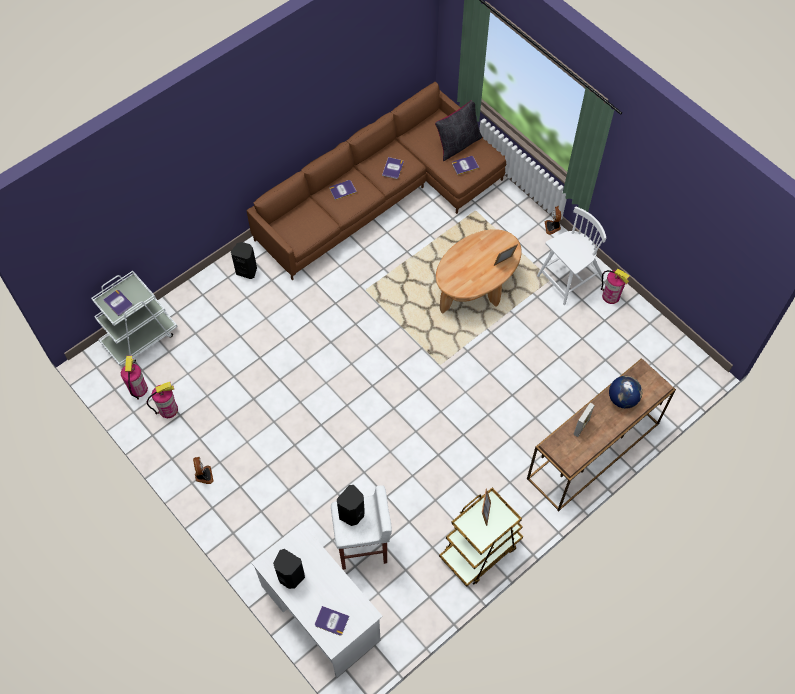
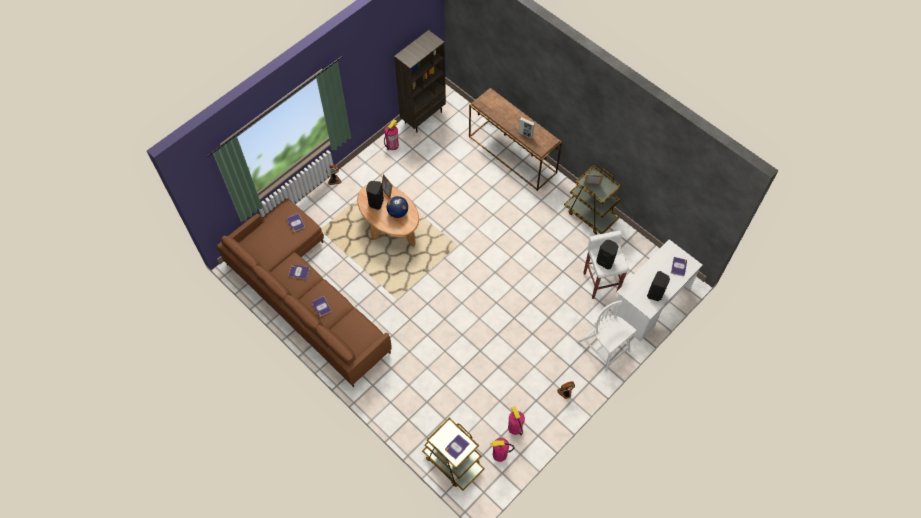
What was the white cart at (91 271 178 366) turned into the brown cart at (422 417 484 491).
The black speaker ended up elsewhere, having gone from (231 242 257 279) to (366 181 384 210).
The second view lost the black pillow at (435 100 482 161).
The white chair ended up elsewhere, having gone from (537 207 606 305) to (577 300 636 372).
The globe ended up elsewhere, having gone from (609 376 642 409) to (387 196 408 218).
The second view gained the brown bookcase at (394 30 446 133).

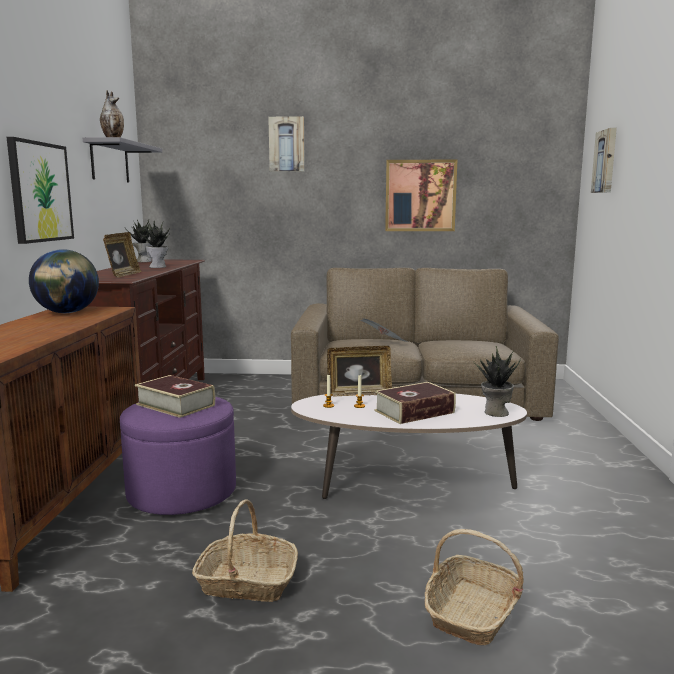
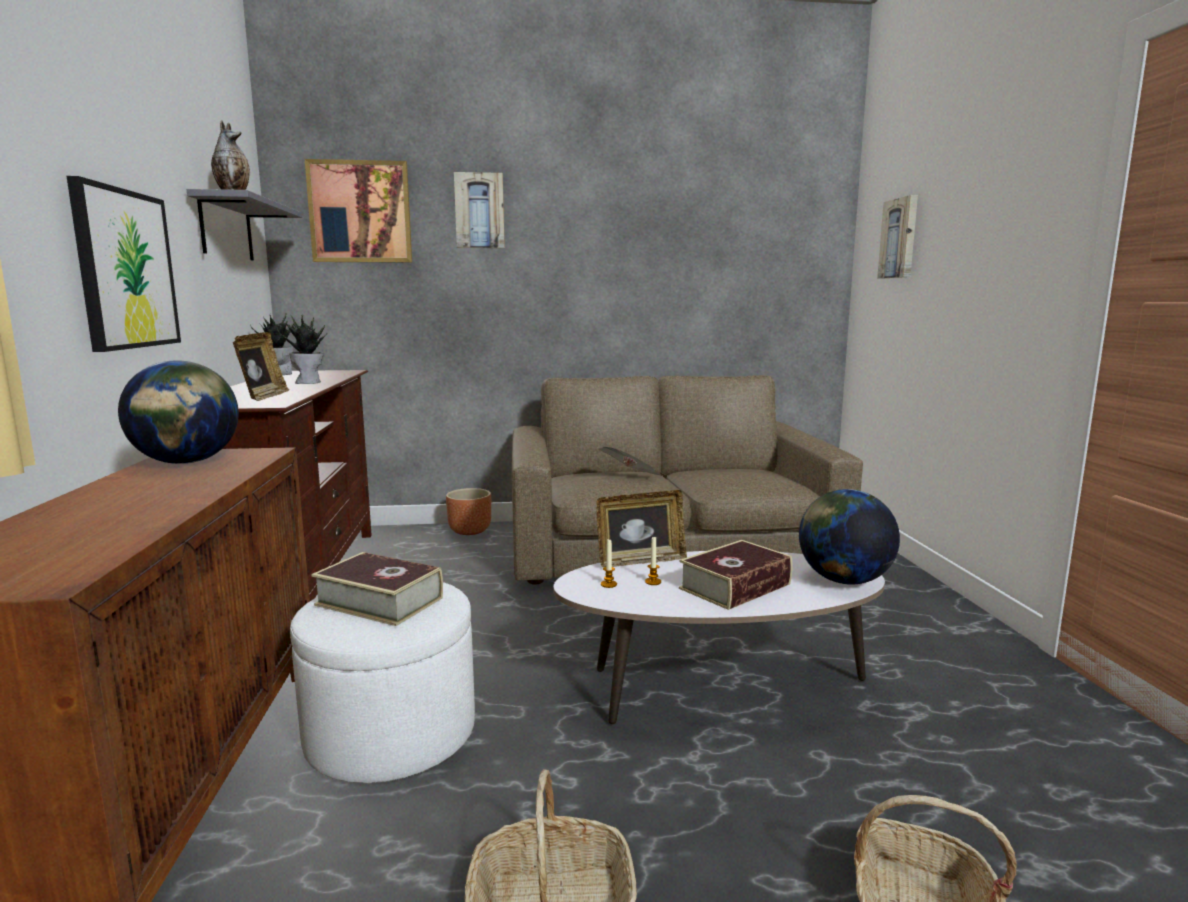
What was the purple ottoman at (120 397 236 515) turned into the white ottoman at (290 582 475 783).
The picture ended up elsewhere, having gone from (385 160 457 231) to (305 159 412 263).
Where the potted plant stood at (473 346 521 417), the globe came to stand at (799 489 900 585).
The second view gained the brown planter at (446 488 491 535).

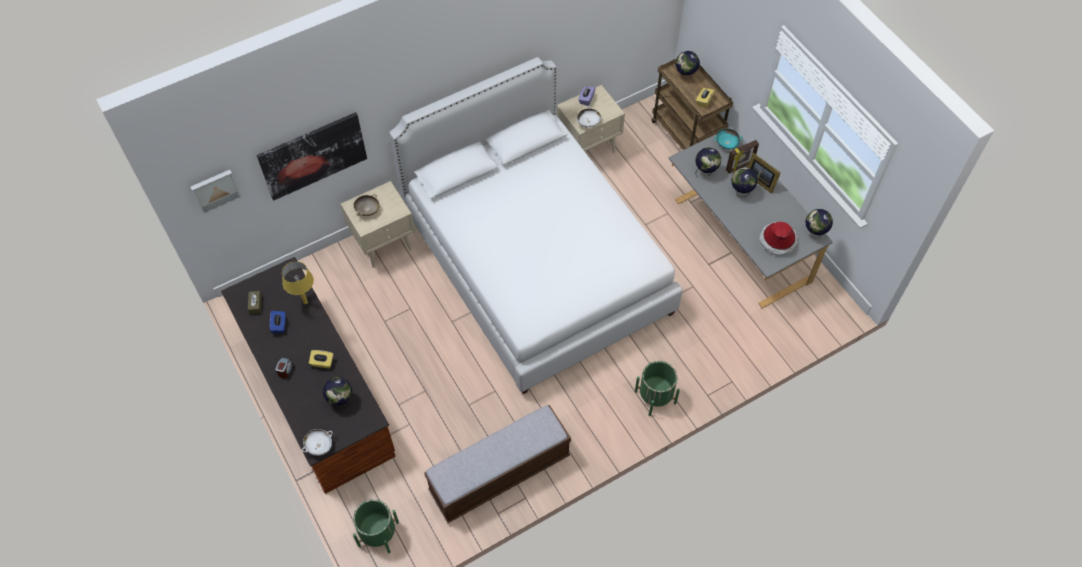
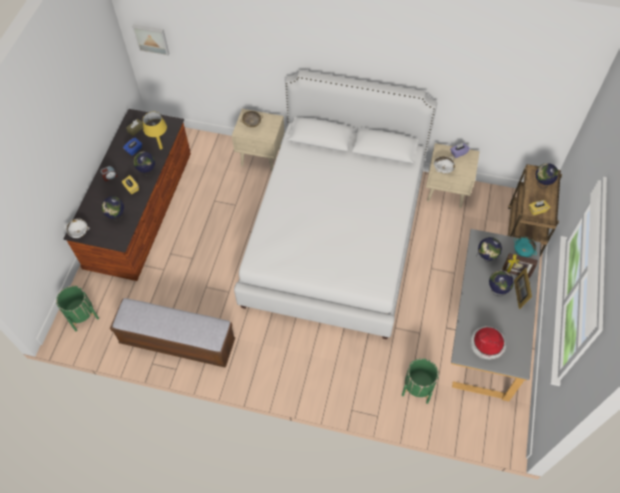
The second view lost the picture at (257 112 367 201).
The green planter ended up elsewhere, having gone from (635 361 680 416) to (402 358 439 404).
The globe ended up elsewhere, having gone from (805 209 833 239) to (133 152 155 176).

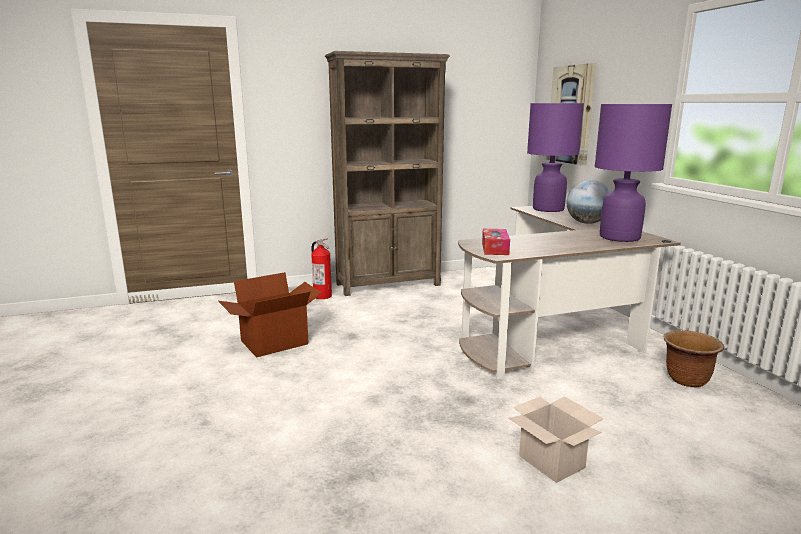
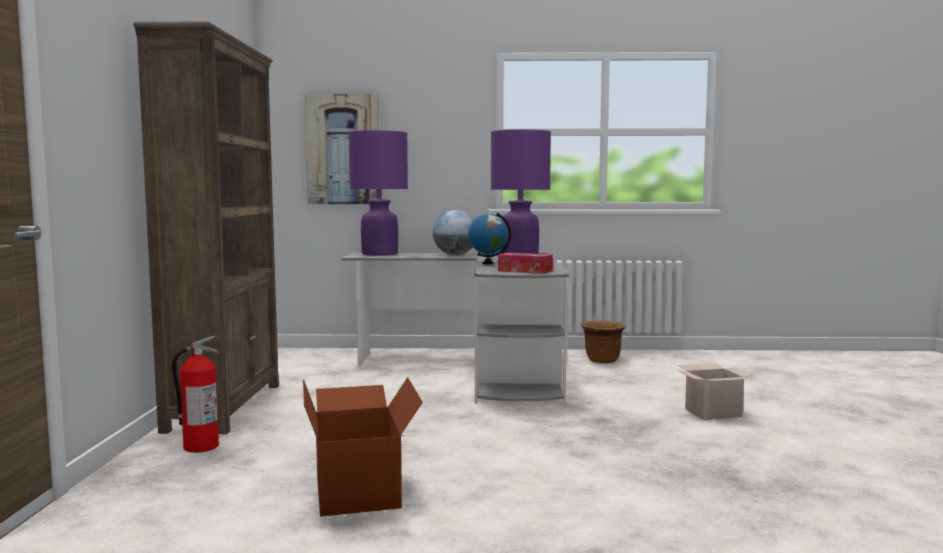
What was the brown desk at (458 206 681 379) turned into the grey desk at (341 253 569 405).
The second view gained the globe at (468 213 511 264).

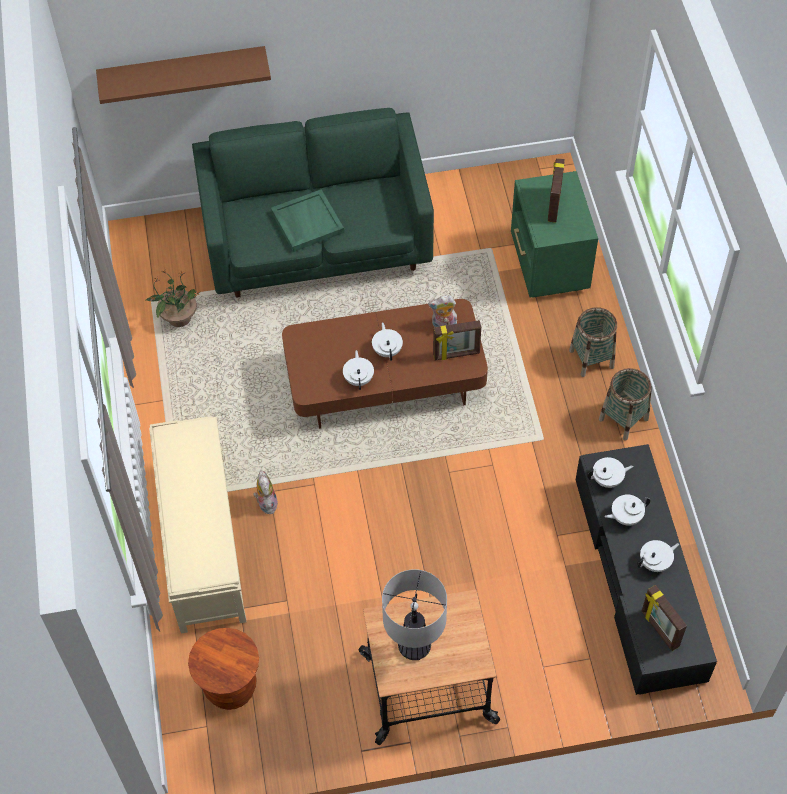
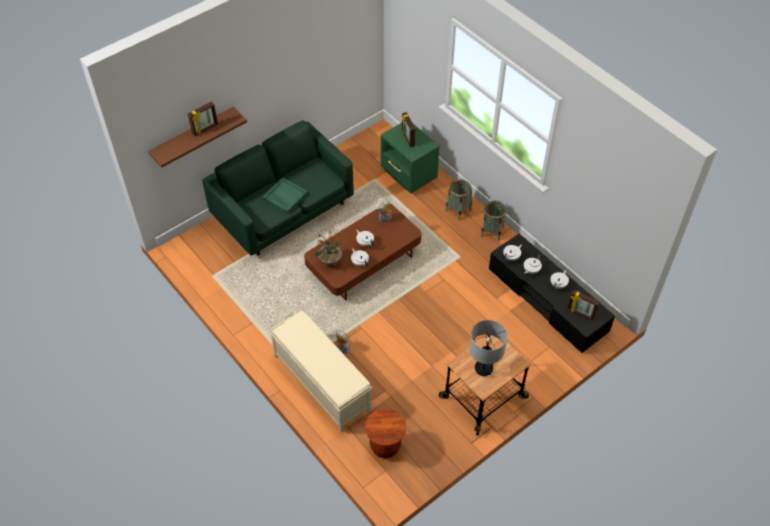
The potted plant ended up elsewhere, having gone from (146 268 200 327) to (313 231 345 268).
The picture frame ended up elsewhere, having gone from (433 320 481 360) to (188 101 218 136).

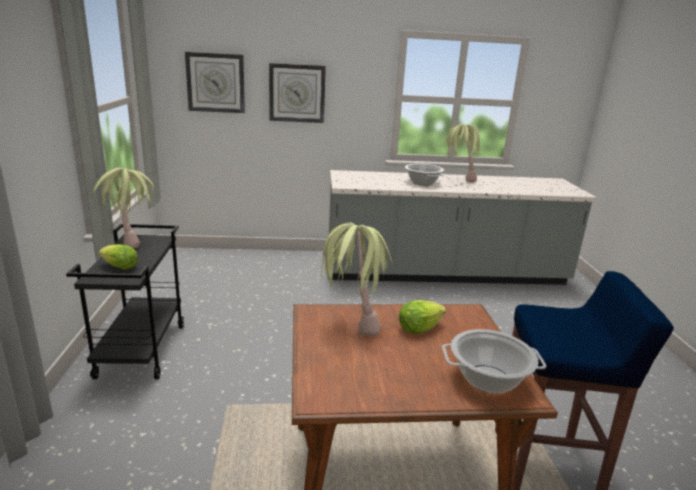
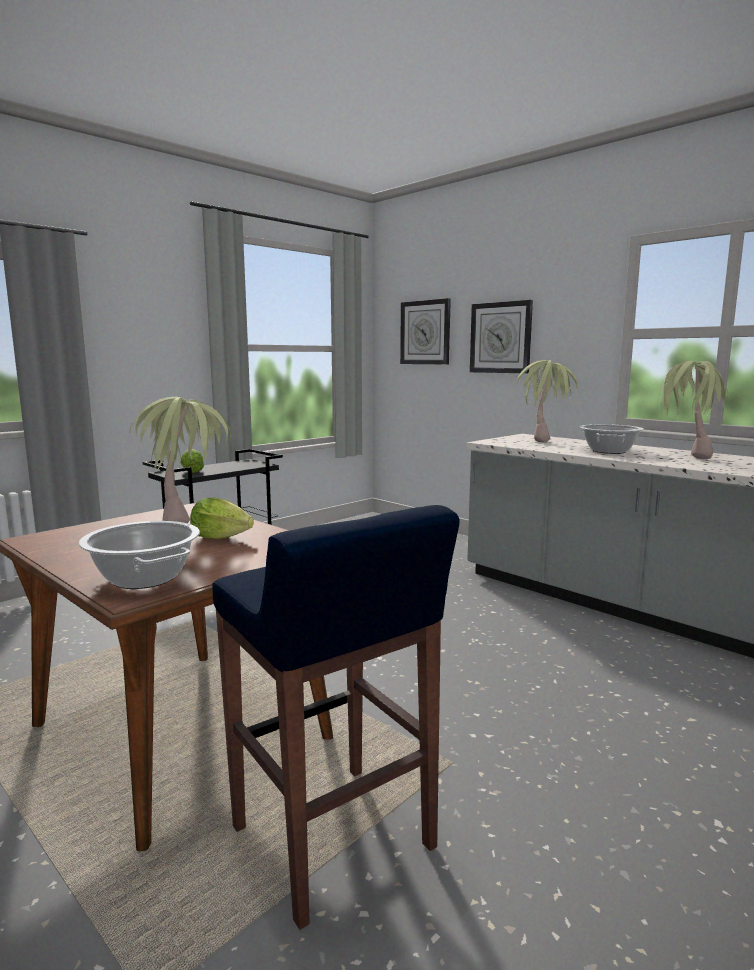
The potted plant ended up elsewhere, having gone from (93 167 154 248) to (516 360 578 443).

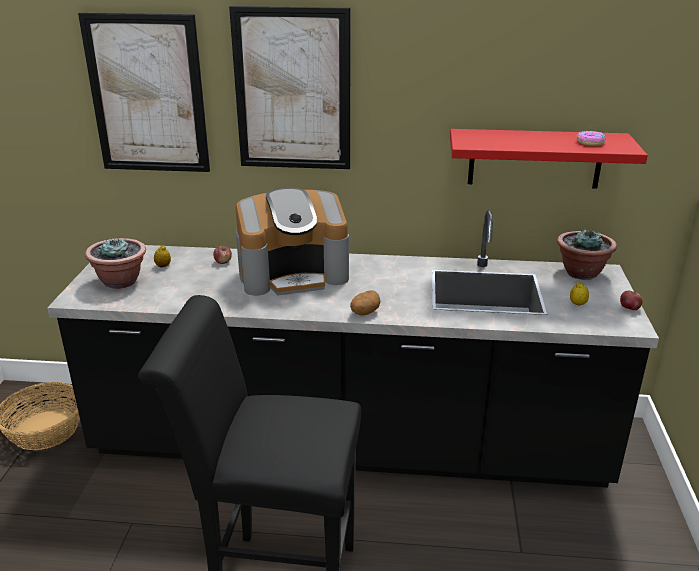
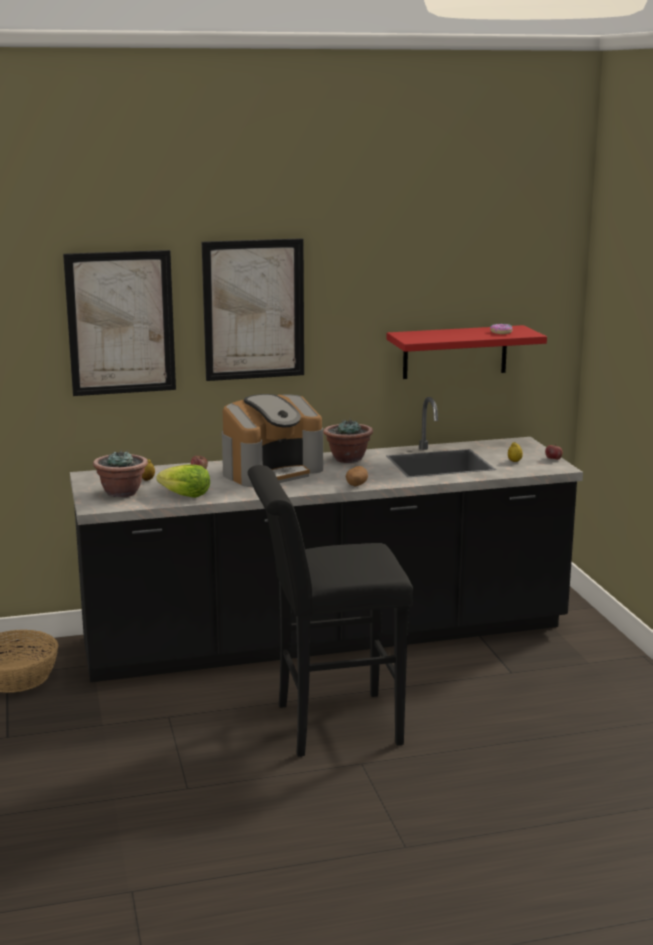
The potted plant ended up elsewhere, having gone from (557 229 617 280) to (323 418 373 463).
The second view gained the lettuce at (156 464 210 498).

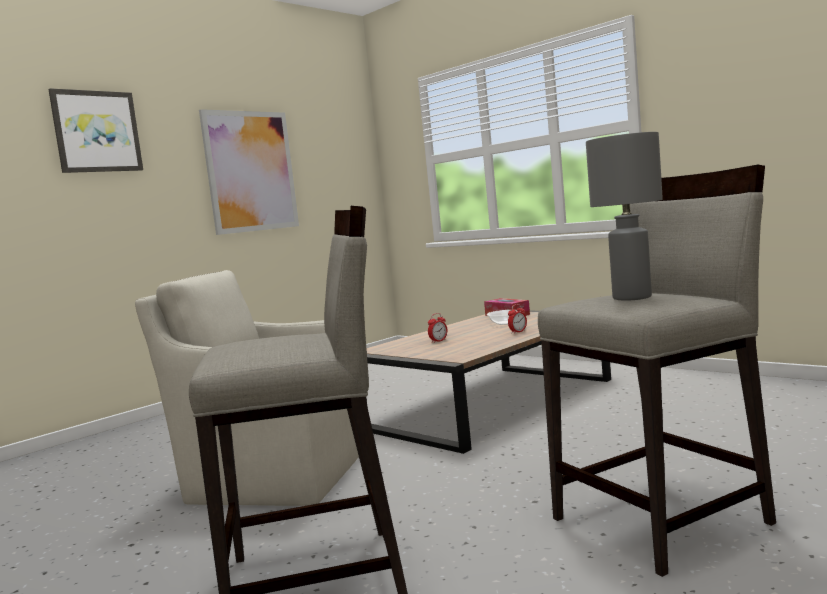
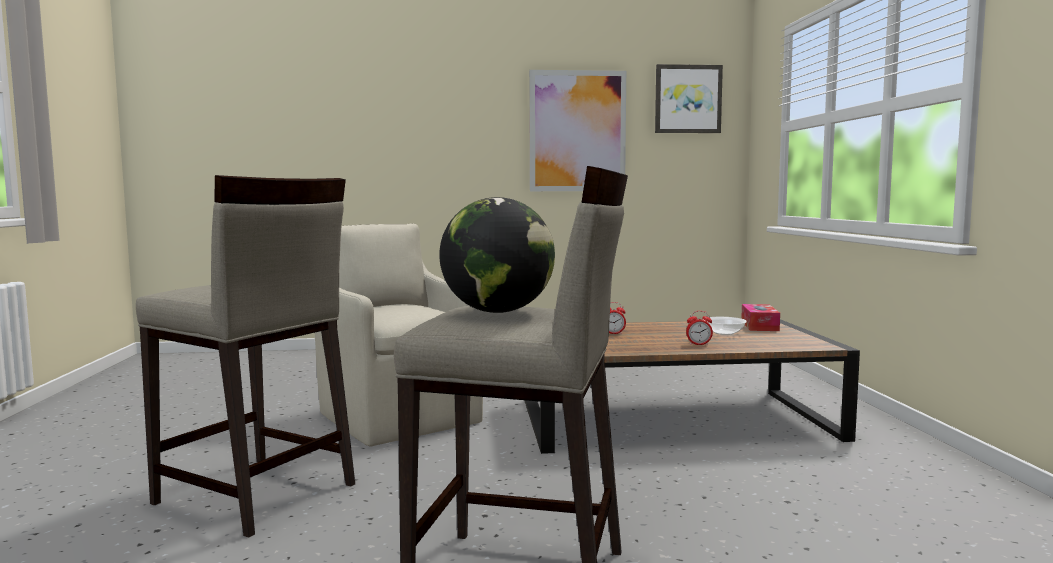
The picture ended up elsewhere, having gone from (48 88 143 173) to (655 64 723 133).
Where the grey table lamp stood at (586 132 663 301), the globe came to stand at (439 197 555 313).

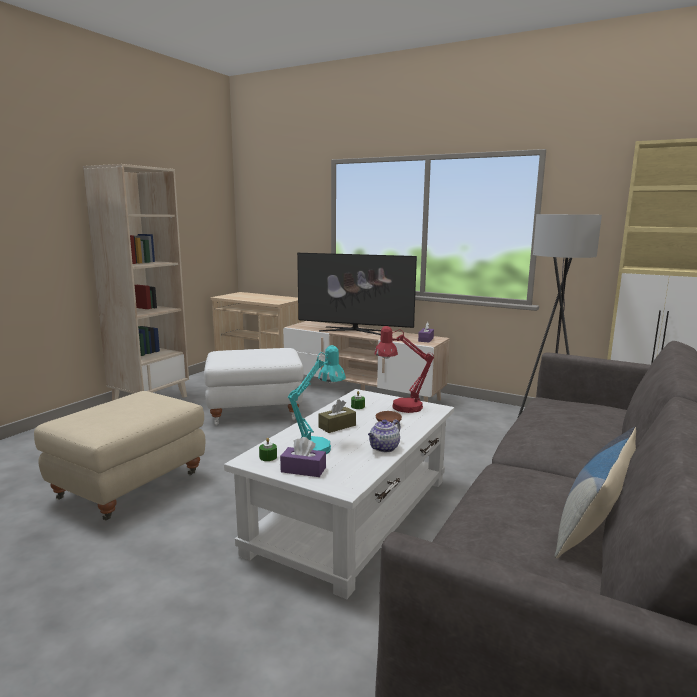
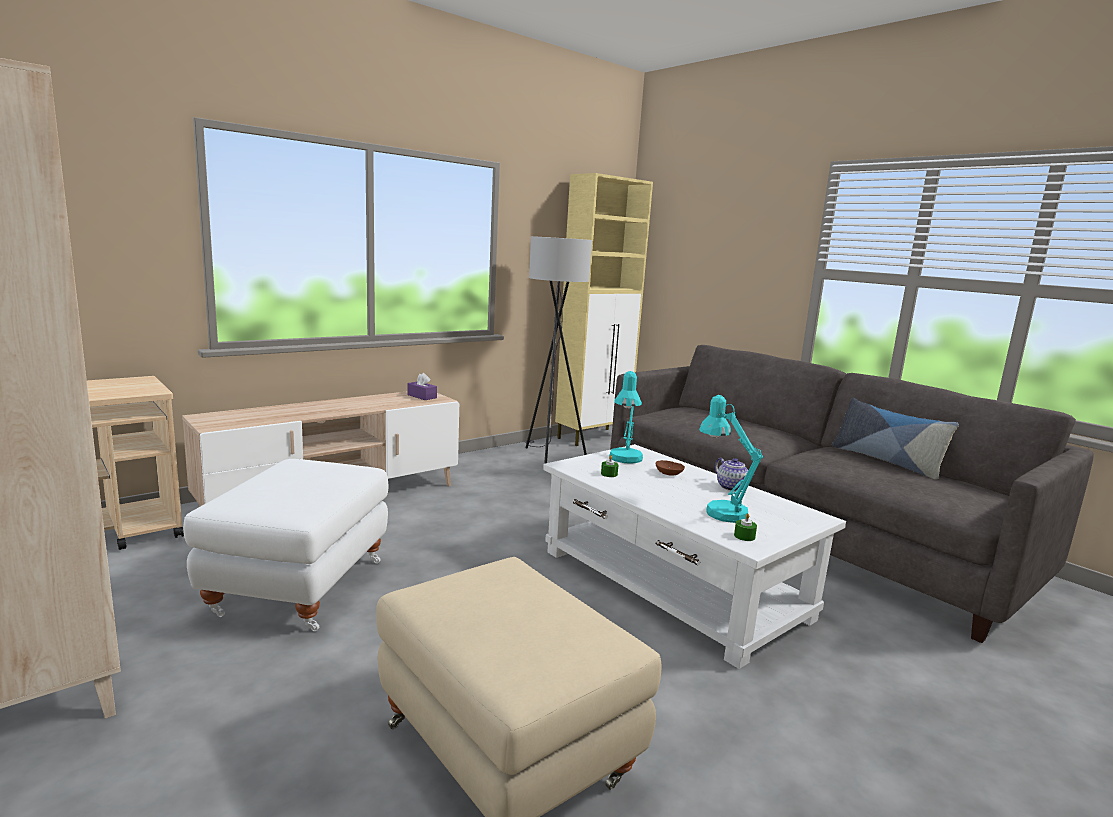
The second view lost the purple tissue box at (280 437 326 477).
The second view lost the television at (297 253 417 335).
The second view lost the brown tissue box at (318 399 356 433).
What was the red table lamp at (374 326 434 413) turned into the turquoise table lamp at (609 371 643 463).

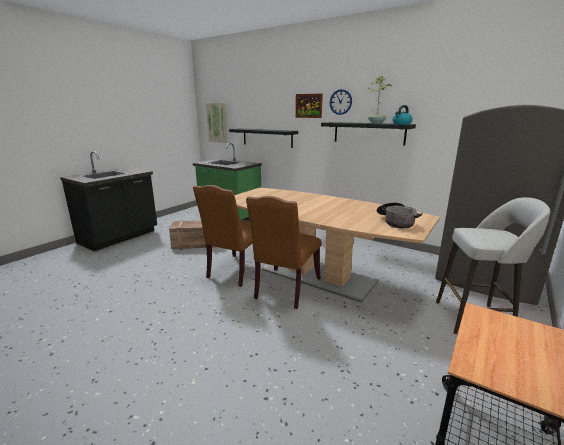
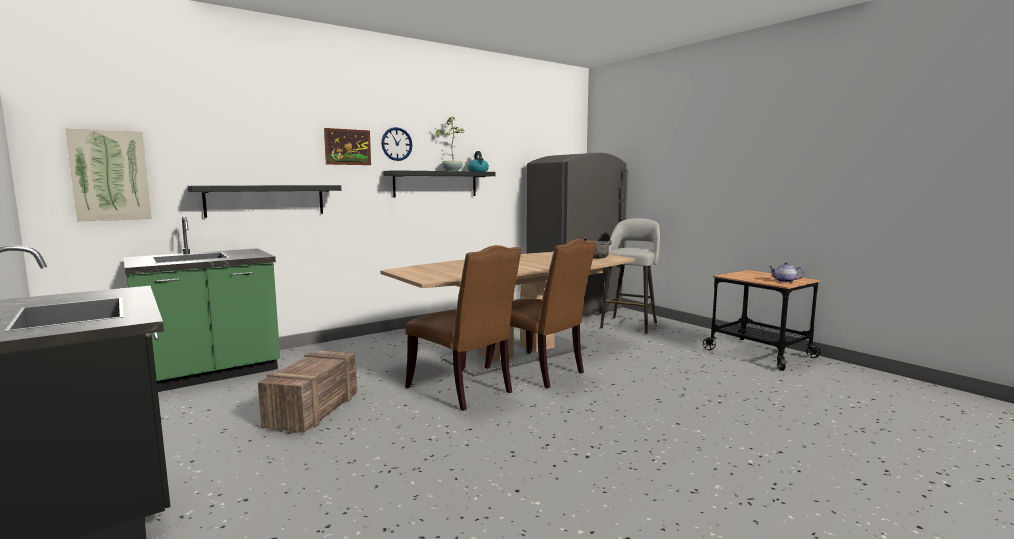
The second view gained the teapot at (769 262 804 283).

